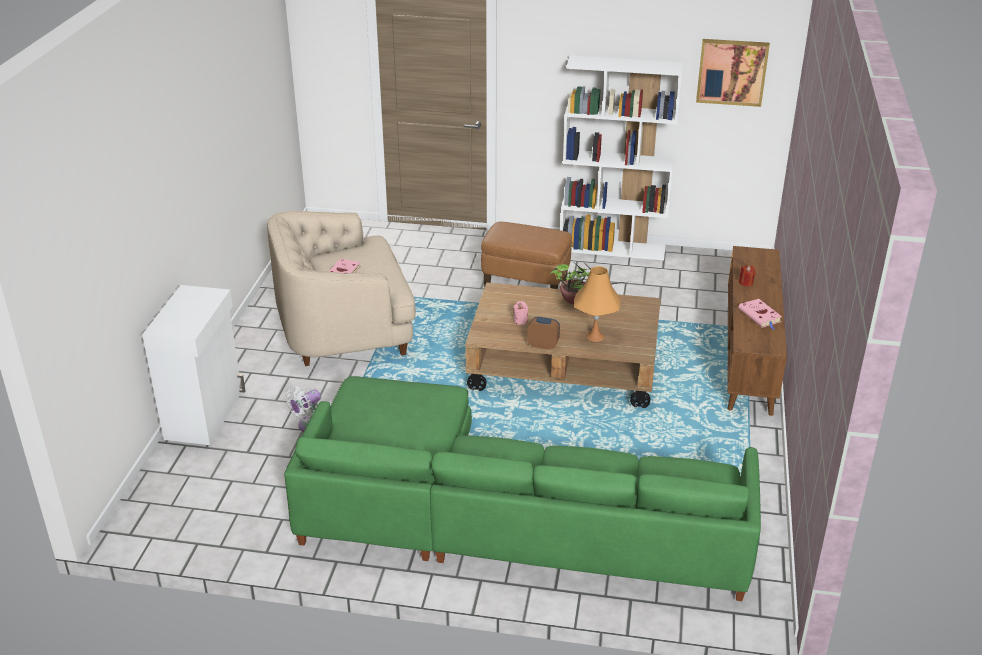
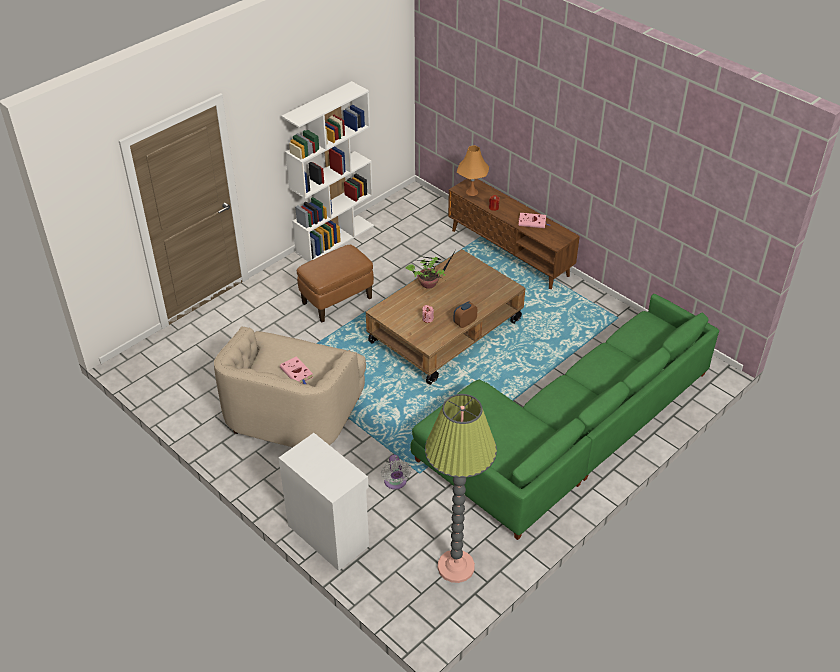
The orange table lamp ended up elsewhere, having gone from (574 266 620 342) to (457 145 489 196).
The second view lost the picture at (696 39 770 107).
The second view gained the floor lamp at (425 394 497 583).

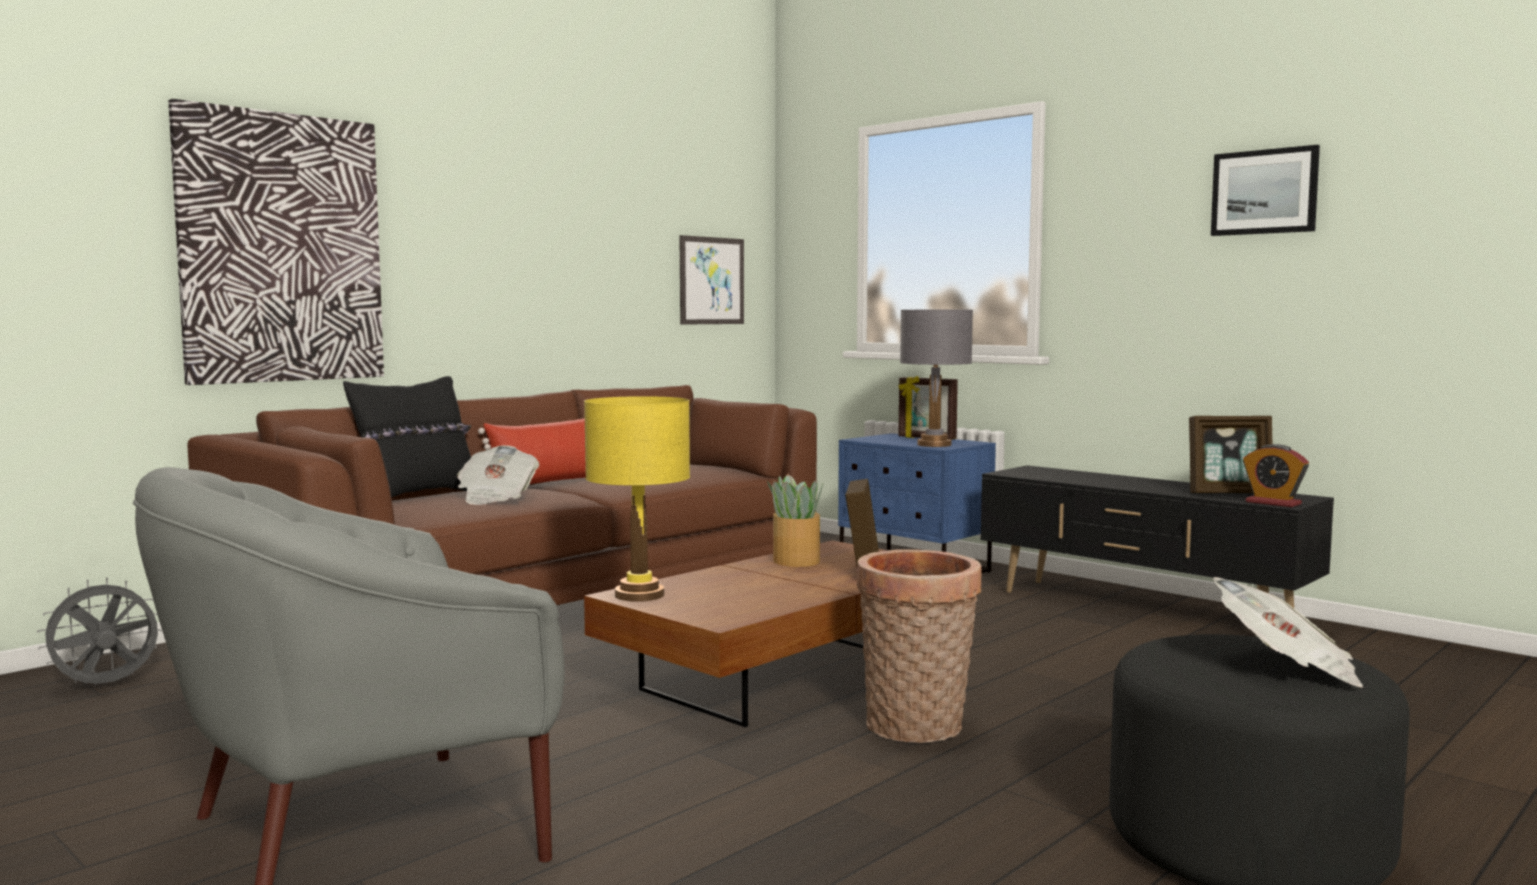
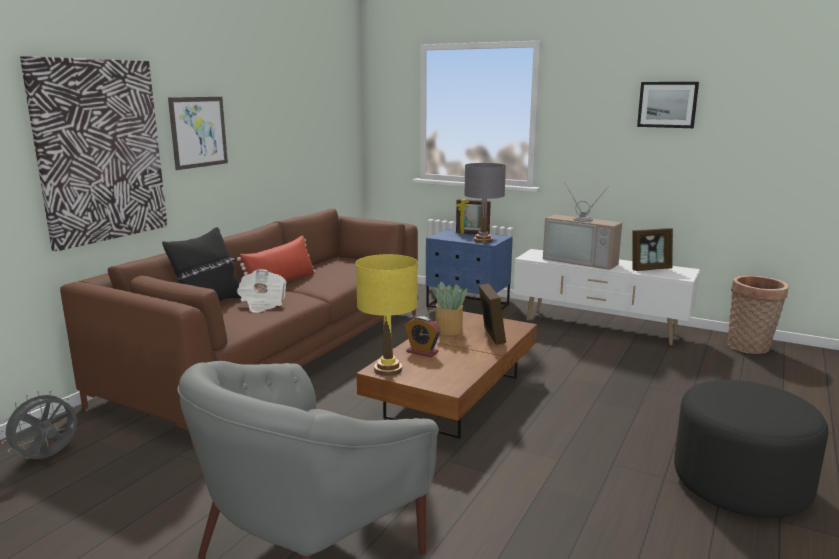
The picture ended up elsewhere, having gone from (679 235 744 325) to (168 97 228 170).
The basket ended up elsewhere, having gone from (857 549 982 743) to (727 275 789 354).
What was the black tv stand at (981 465 1334 608) turned into the white tv stand at (514 249 700 345).
The second view lost the newspaper at (1213 577 1364 688).
The alarm clock ended up elsewhere, having gone from (1243 444 1309 507) to (404 316 441 357).
The second view gained the television at (543 182 622 270).

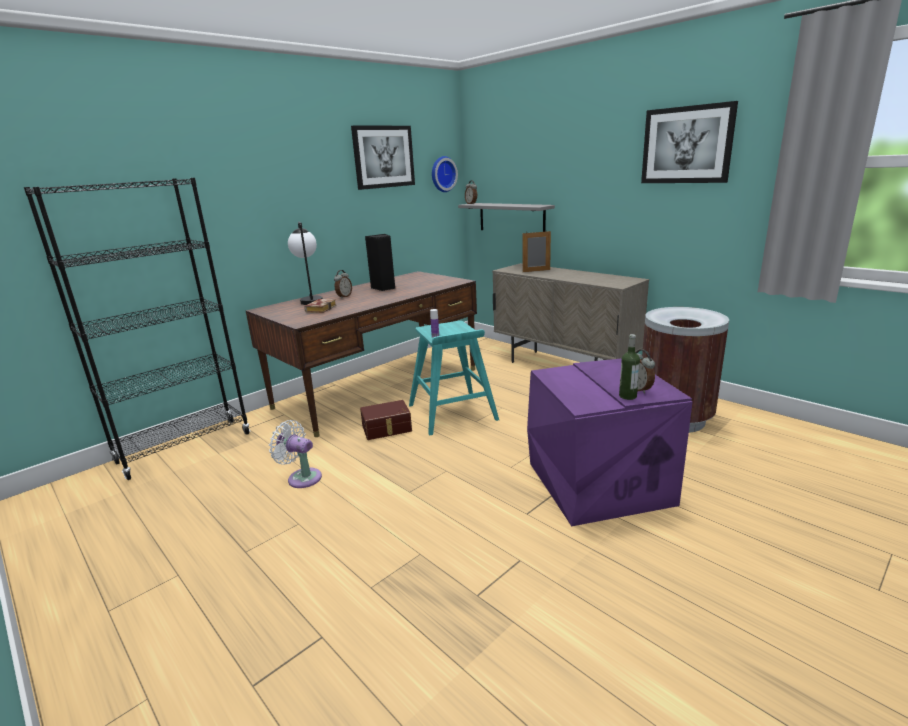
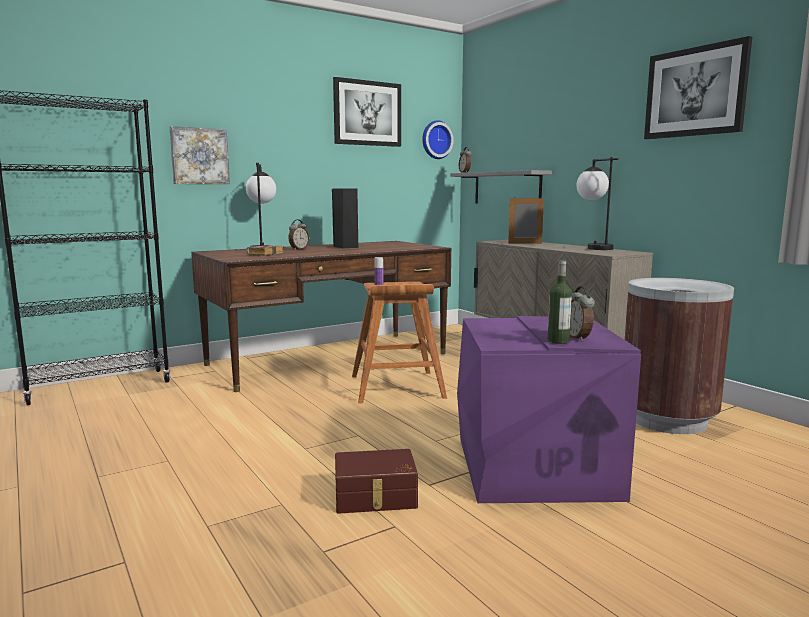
The second view lost the white fan at (269 420 322 488).
The brown storage box ended up elsewhere, having gone from (360 400 412 440) to (335 449 418 514).
What was the turquoise stool at (409 321 499 436) turned into the brown stool at (352 282 447 403).
The second view gained the picture at (169 126 230 184).
The second view gained the table lamp at (576 157 619 250).

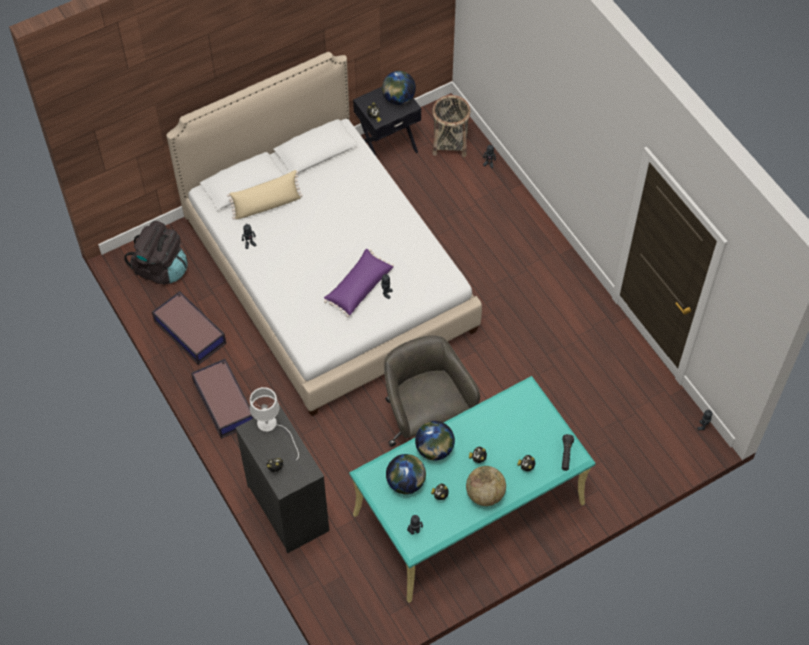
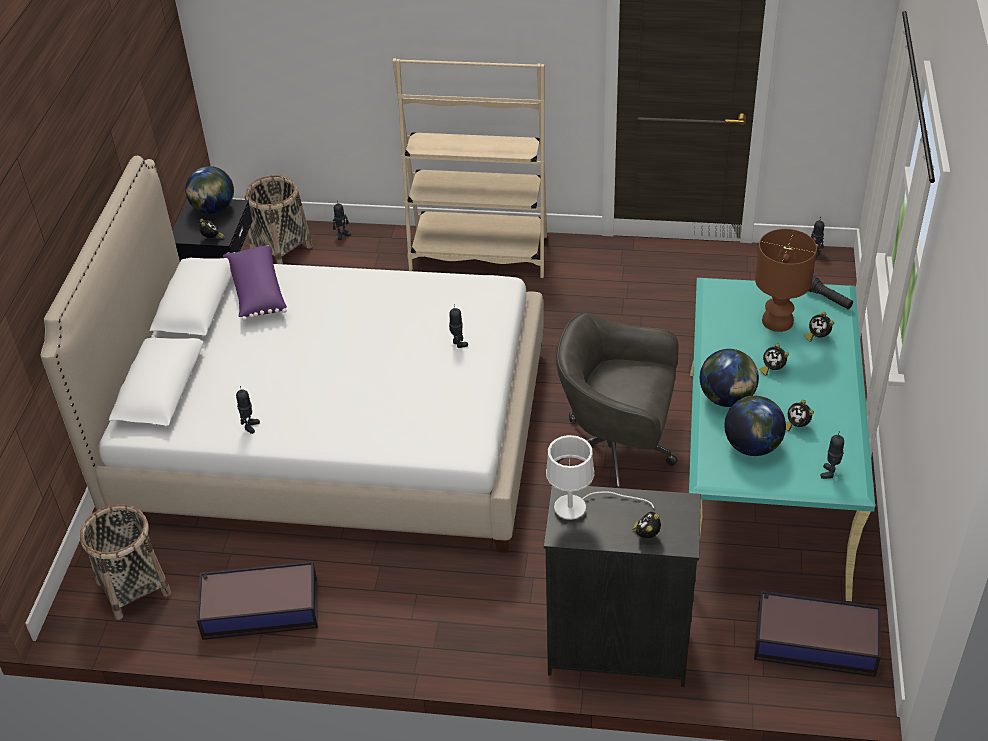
Where the black backpack stood at (124 221 188 285), the basket came to stand at (80 504 171 620).
The storage box ended up elsewhere, having gone from (191 359 254 439) to (754 591 881 677).
The second view lost the beige pillow at (227 170 303 219).
The purple pillow ended up elsewhere, having gone from (324 249 394 317) to (223 245 287 321).
The second view lost the globe at (466 466 506 506).
The second view gained the beige bookcase at (392 58 547 278).
The second view gained the brown table lamp at (755 229 817 332).

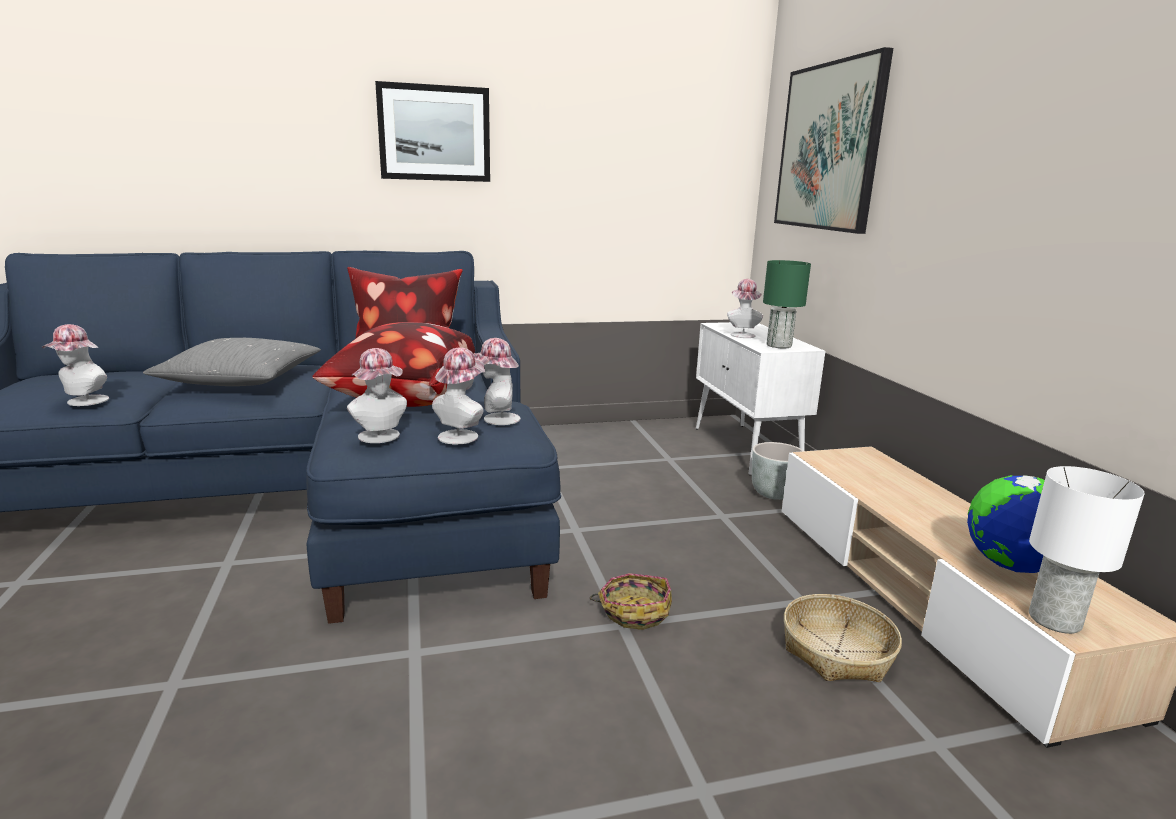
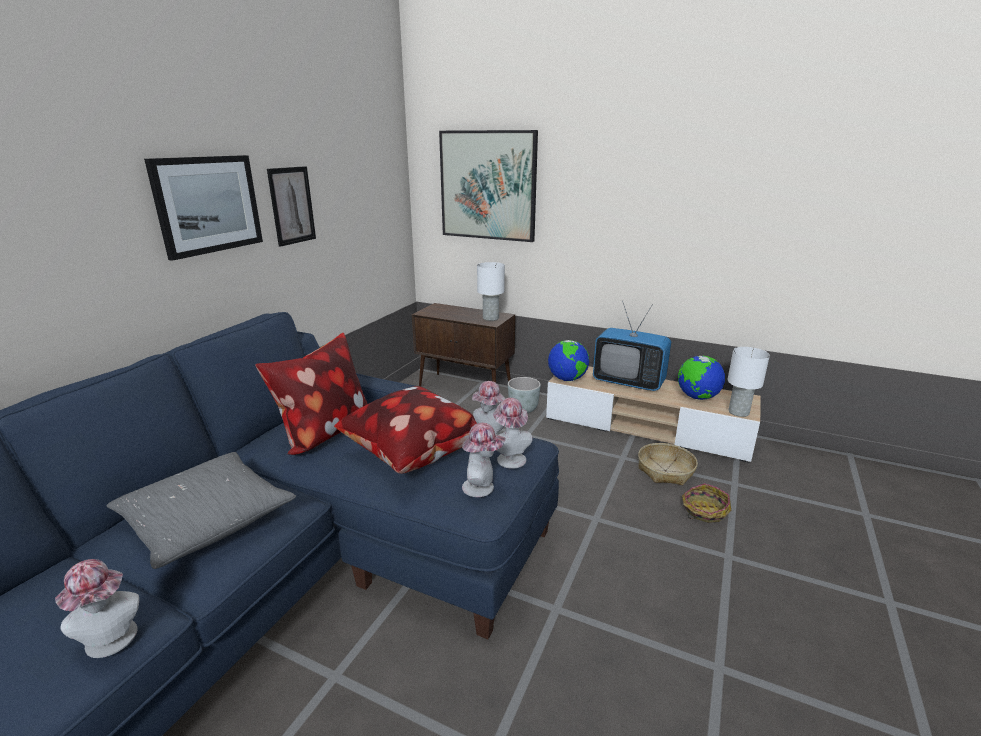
The basket ended up elsewhere, having gone from (590 573 672 630) to (682 483 731 523).
What was the white cabinet at (696 322 825 475) turned into the brown cabinet at (412 303 515 386).
The second view lost the hat at (727 279 763 338).
What was the green table lamp at (763 260 811 348) turned into the white table lamp at (477 262 505 321).
The second view gained the picture at (267 166 316 247).
The second view gained the globe at (548 340 589 381).
The second view gained the television at (593 301 671 391).

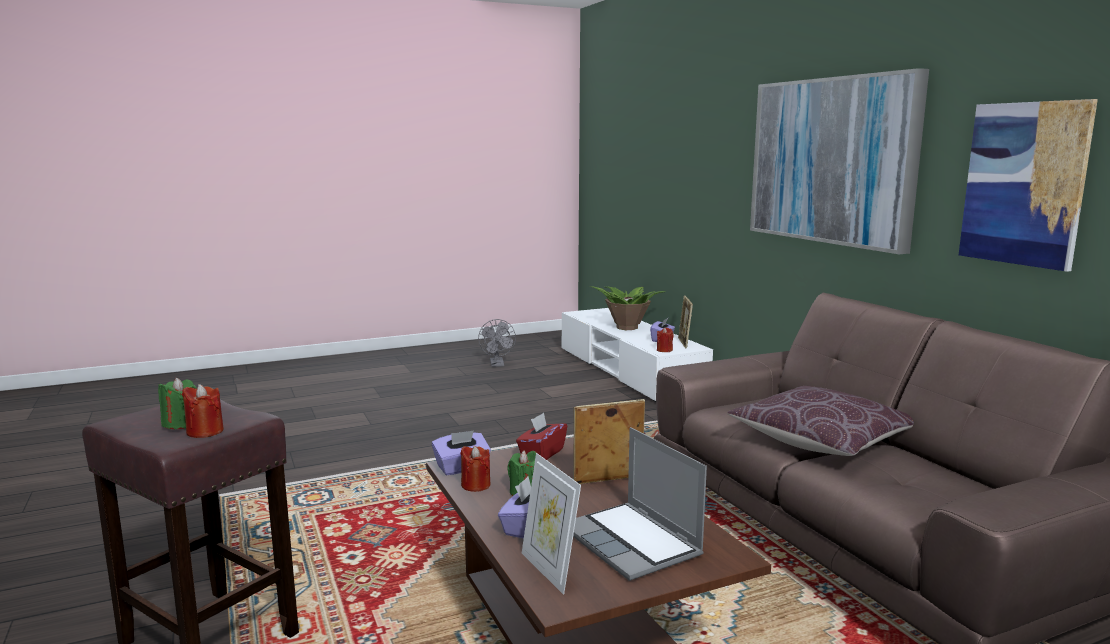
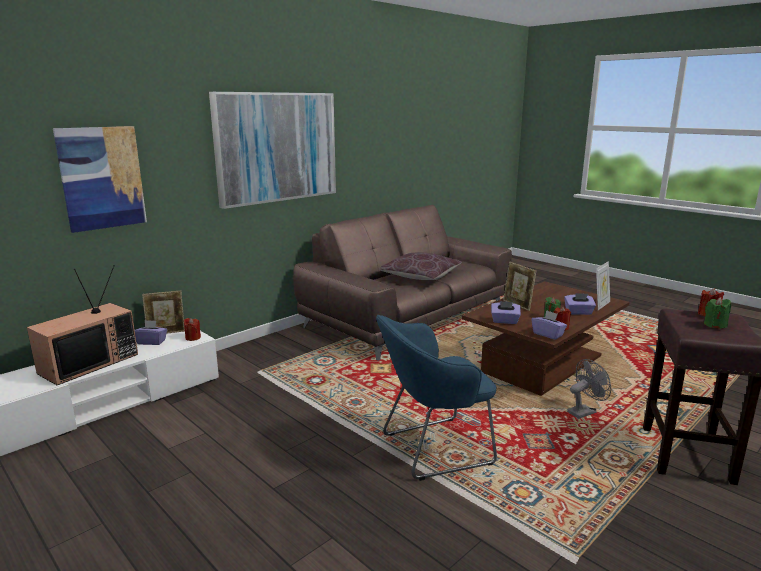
The grey fan ended up elsewhere, having gone from (478 319 516 367) to (567 359 611 419).
What was the red tissue box at (516 413 567 460) turned into the purple tissue box at (491 301 521 324).
The second view lost the laptop at (573 427 707 581).
Where the potted plant stood at (590 286 666 330), the television came to stand at (27 265 138 385).
The picture ended up elsewhere, having gone from (959 99 1098 272) to (53 126 147 233).
The second view gained the blue armchair at (376 315 497 481).

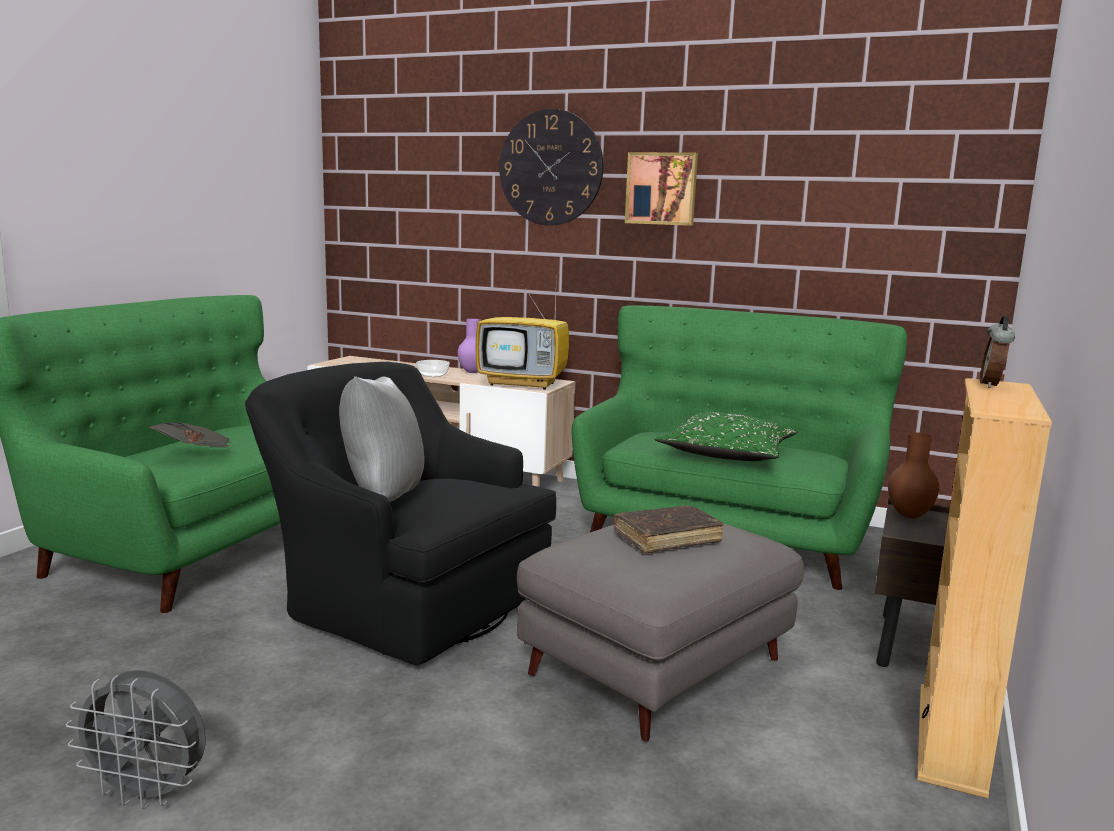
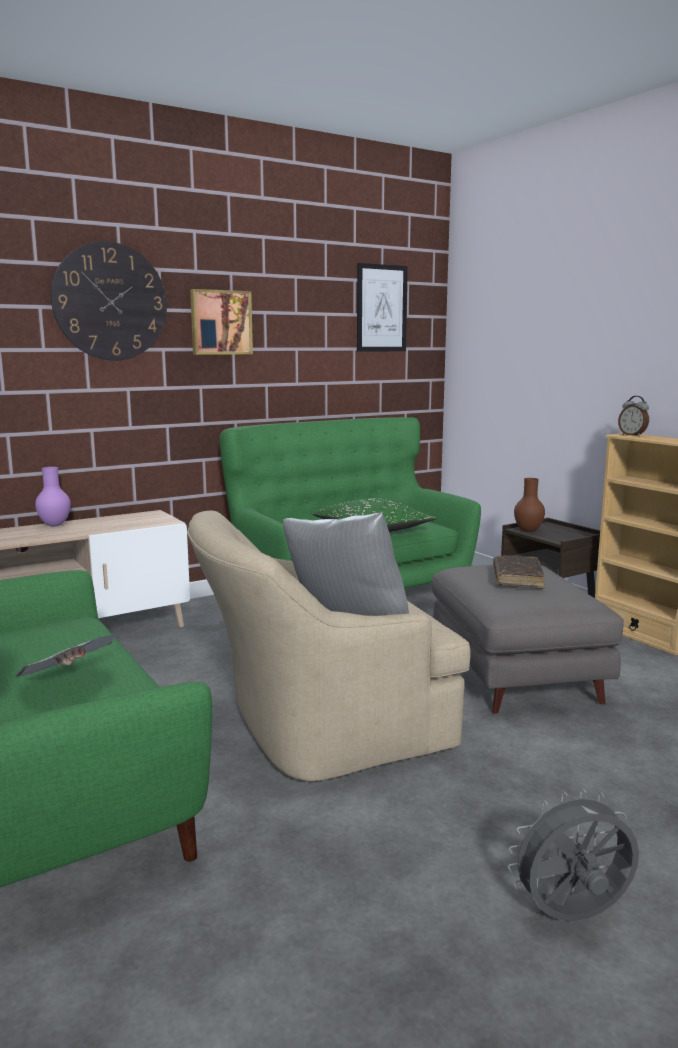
The grey fan at (66 670 206 809) ended up facing another way, 150 degrees counterclockwise from before.
What was the black armchair at (245 362 556 665) turned into the beige armchair at (188 511 470 781).
The second view lost the bowl at (416 360 450 377).
The second view lost the television at (475 272 569 390).
The second view gained the picture at (357 263 408 352).

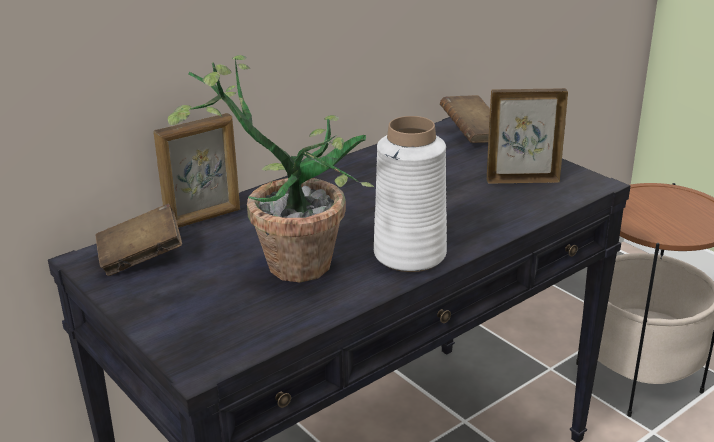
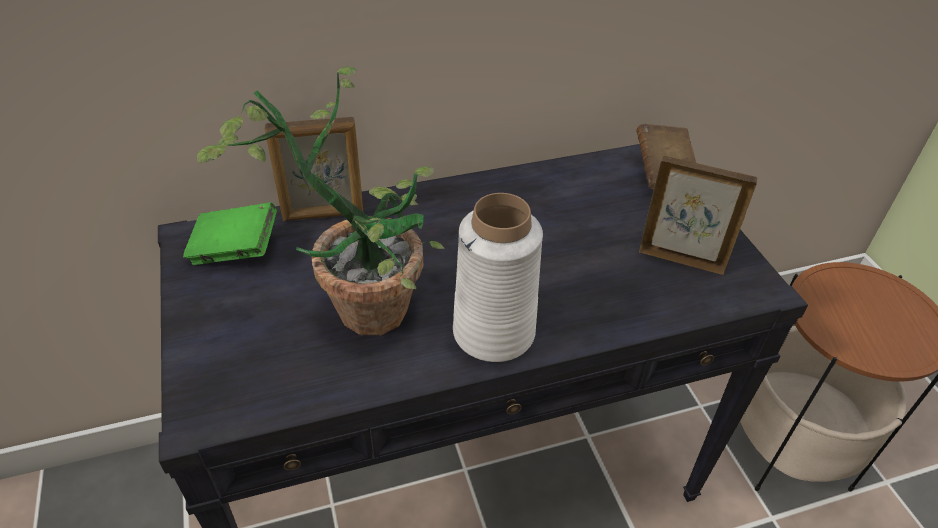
What was the brown book at (96 203 182 276) turned into the green book at (183 202 277 265).

